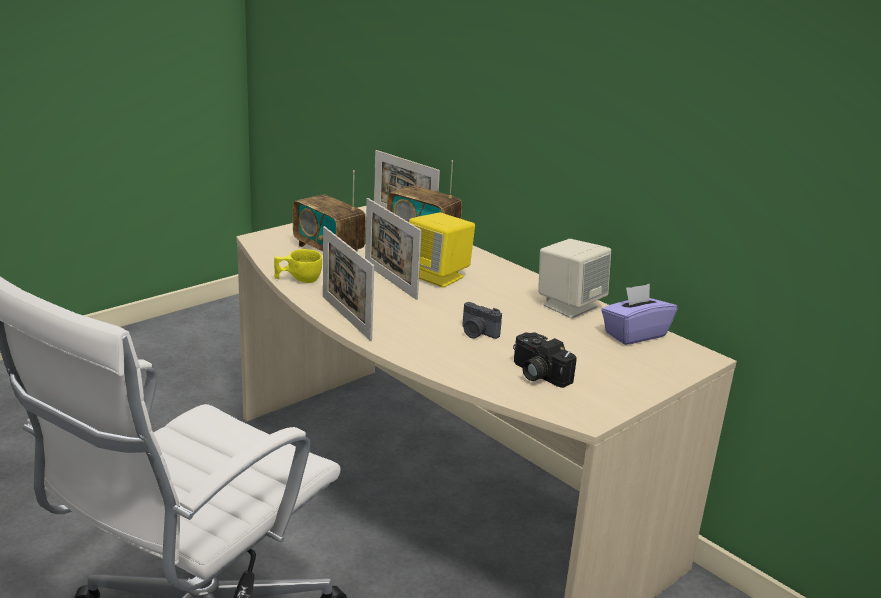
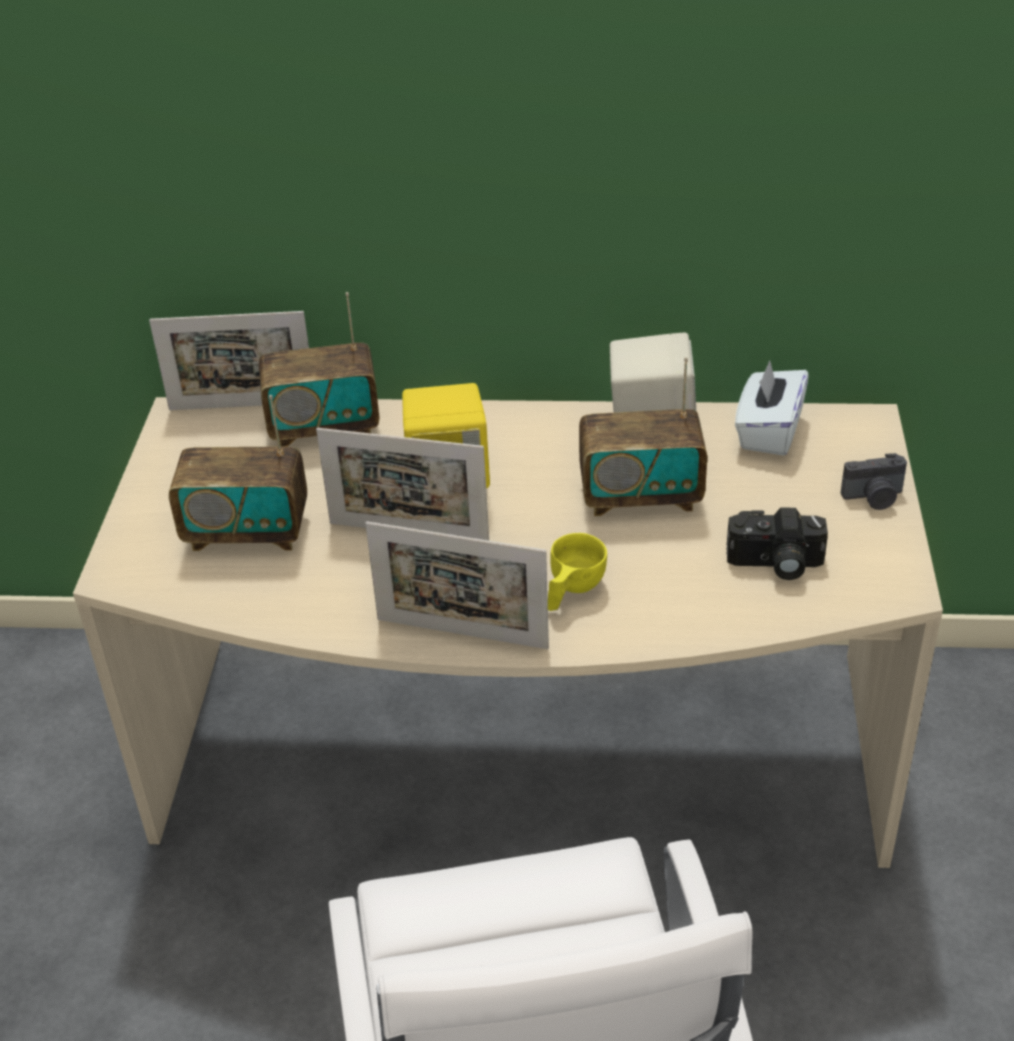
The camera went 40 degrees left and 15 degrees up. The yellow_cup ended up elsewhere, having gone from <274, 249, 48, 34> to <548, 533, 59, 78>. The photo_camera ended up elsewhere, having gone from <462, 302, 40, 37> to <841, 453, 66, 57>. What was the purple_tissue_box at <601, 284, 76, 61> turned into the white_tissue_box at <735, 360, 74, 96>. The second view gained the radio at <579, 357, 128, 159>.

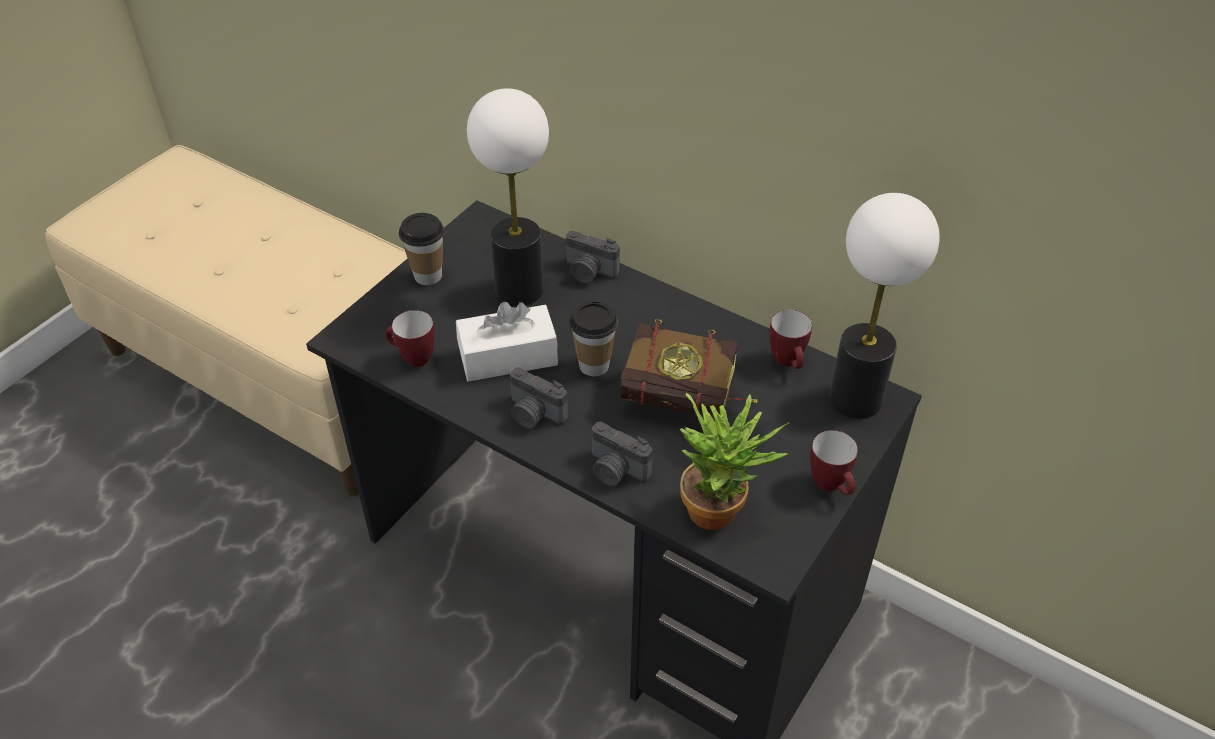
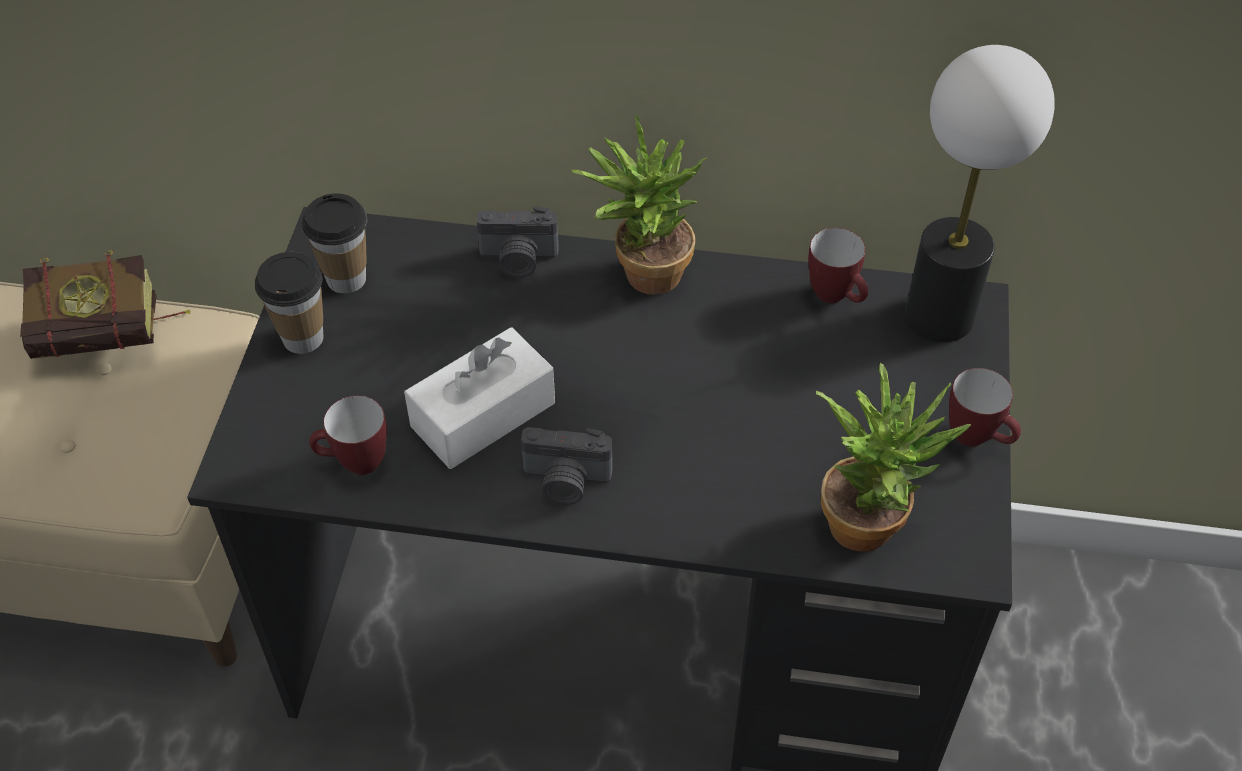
The camera went 25 degrees left and 5 degrees up. The second view lost the table_lamp at <467, 88, 82, 218>. The cup ended up elsewhere, having gone from <569, 301, 49, 76> to <302, 193, 65, 101>. The second view lost the photo_camera at <592, 422, 60, 65>. The book ended up elsewhere, having gone from <620, 319, 138, 98> to <20, 250, 171, 109>. The second view gained the potted_plant at <571, 114, 136, 181>.

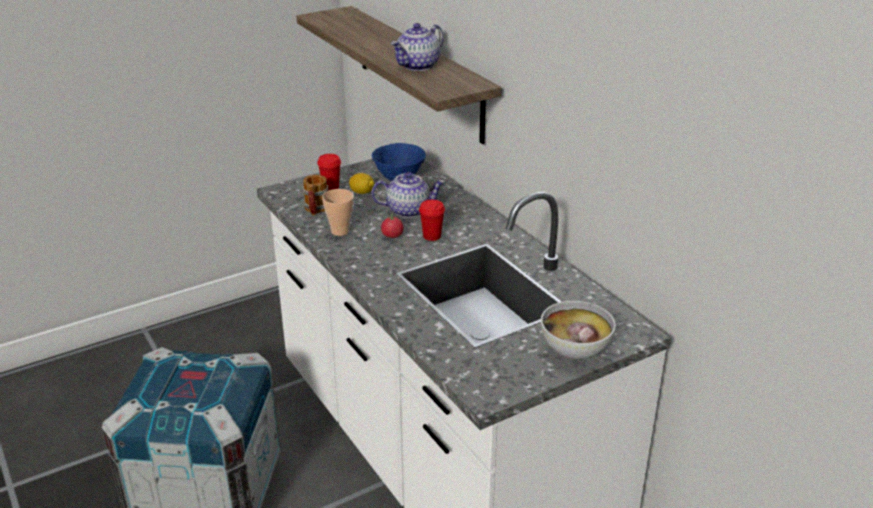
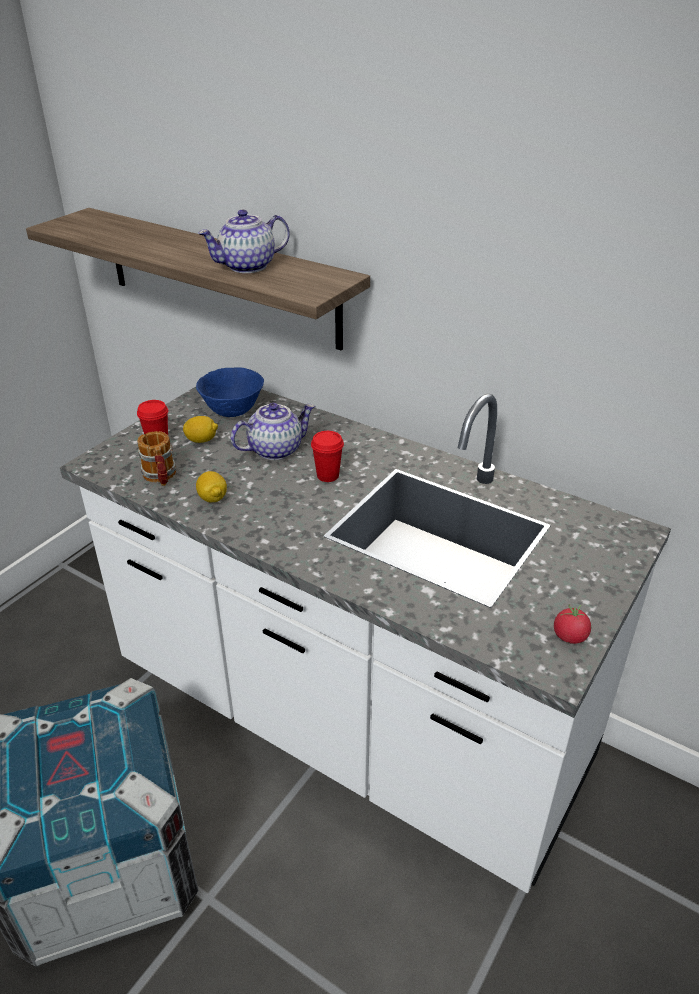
The camera went 25 degrees left and 5 degrees up. Where the cup stood at <322, 189, 32, 47>, the lemon came to stand at <196, 471, 31, 31>. The tomato ended up elsewhere, having gone from <381, 213, 23, 25> to <554, 604, 37, 40>. The teapot at <391, 23, 52, 48> ended up facing another way, 45 degrees clockwise from before. The second view lost the bowl at <541, 301, 75, 58>.

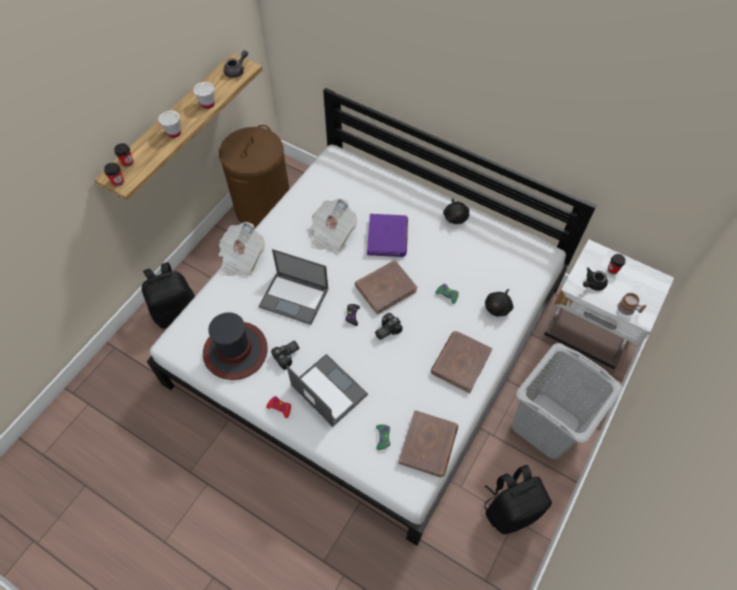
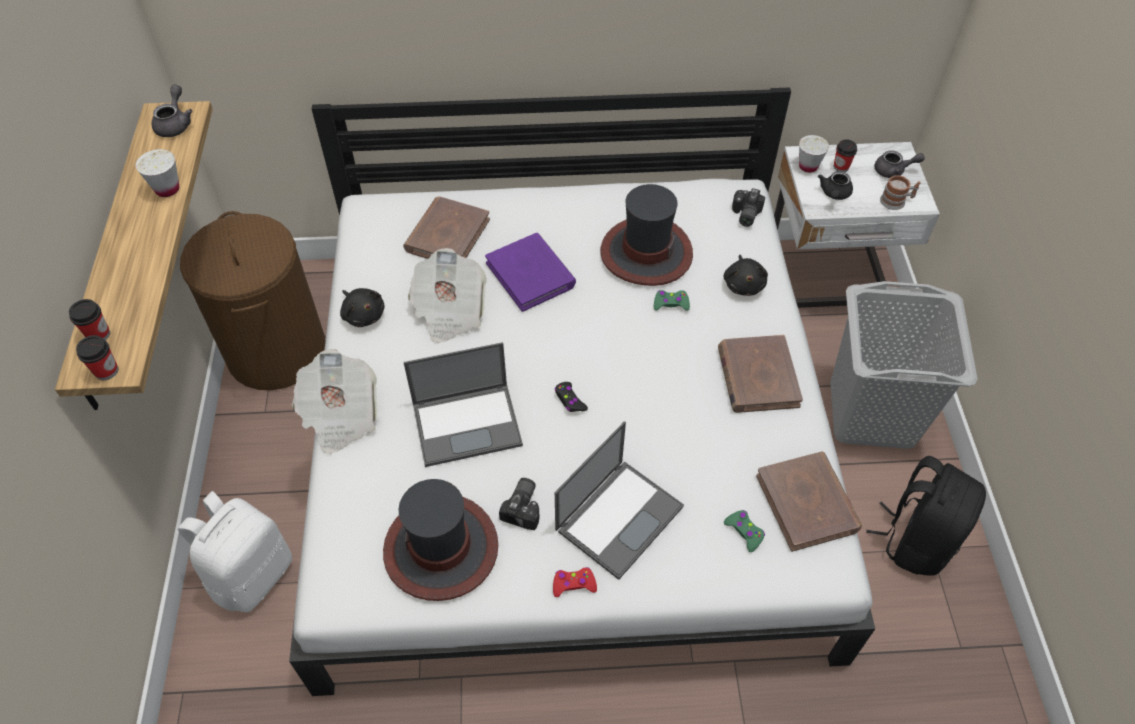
The camera went 35 degrees left and 5 degrees down. What was the black_backpack at <142, 262, 53, 67> turned into the white_backpack at <178, 491, 114, 121>. The white_cup ended up elsewhere, having gone from <158, 110, 23, 28> to <799, 135, 30, 38>. The laptop at <287, 354, 81, 73> ended up facing another way, 120 degrees clockwise from before. The brown_book ended up elsewhere, having gone from <355, 261, 62, 53> to <403, 196, 87, 63>. The photo_camera ended up elsewhere, having gone from <375, 313, 28, 27> to <732, 188, 33, 39>. The black_plush_toy ended up elsewhere, having gone from <443, 199, 26, 25> to <340, 288, 45, 39>. The second view gained the hat at <600, 184, 93, 102>. The second view gained the grey_teapot at <875, 150, 50, 28>.

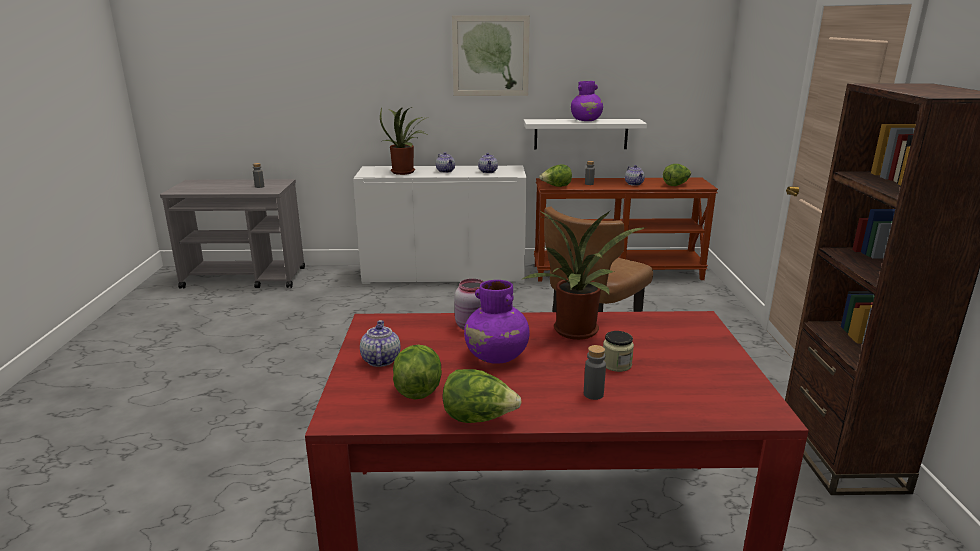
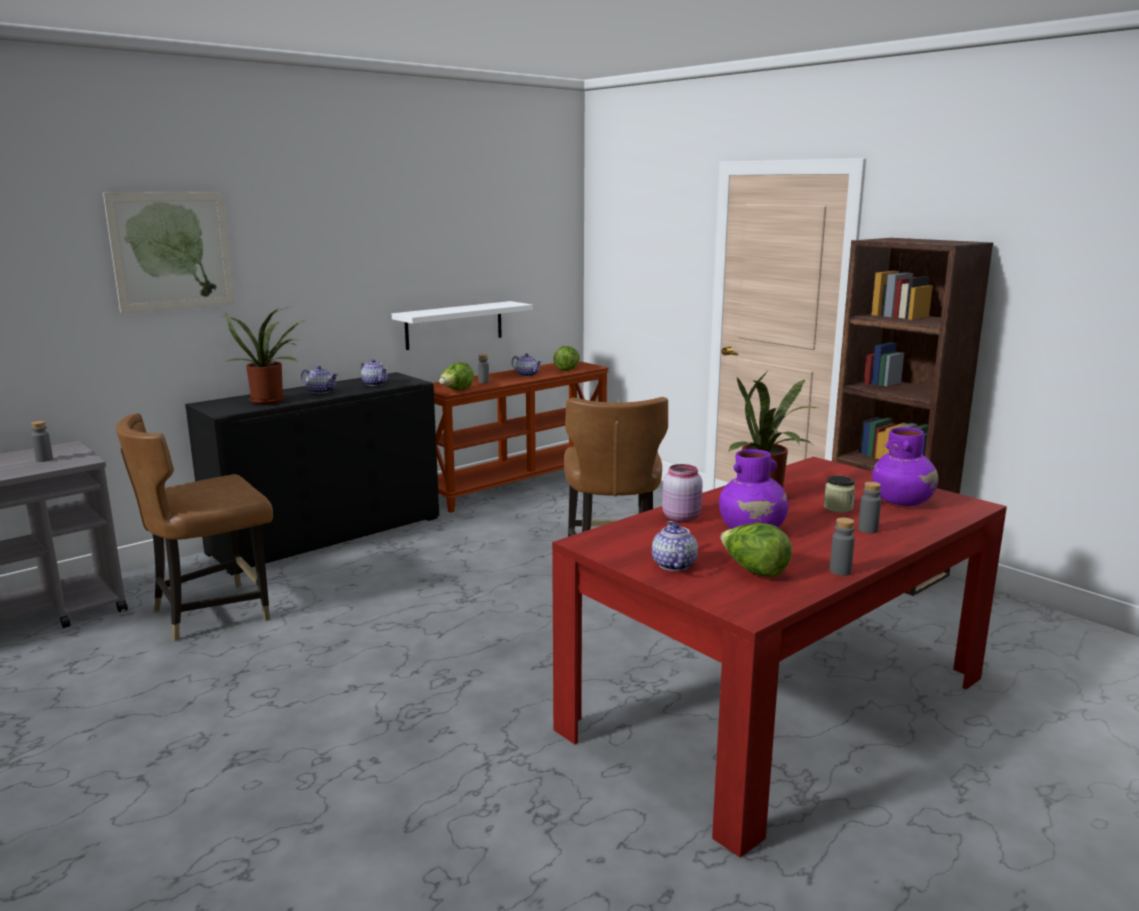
The camera went 40 degrees left and 5 degrees down. What was the white_cabinet at <353, 166, 174, 118> turned into the black_cabinet at <185, 372, 254, 204>. The teapot at <360, 320, 41, 47> ended up facing another way, 45 degrees clockwise from before. Where the lettuce stood at <443, 369, 79, 54>, the grey_bottle came to stand at <830, 517, 25, 59>. The picture ended up elsewhere, having gone from <452, 15, 78, 81> to <103, 192, 132, 121>. The purple_vase ended up elsewhere, having gone from <571, 81, 32, 40> to <872, 427, 66, 79>. The second view gained the brown_chair at <116, 413, 157, 228>.

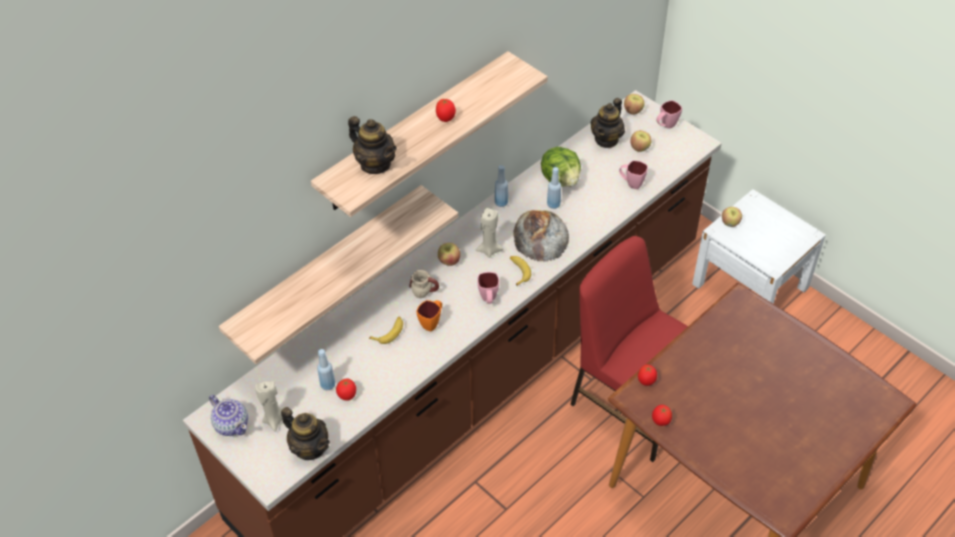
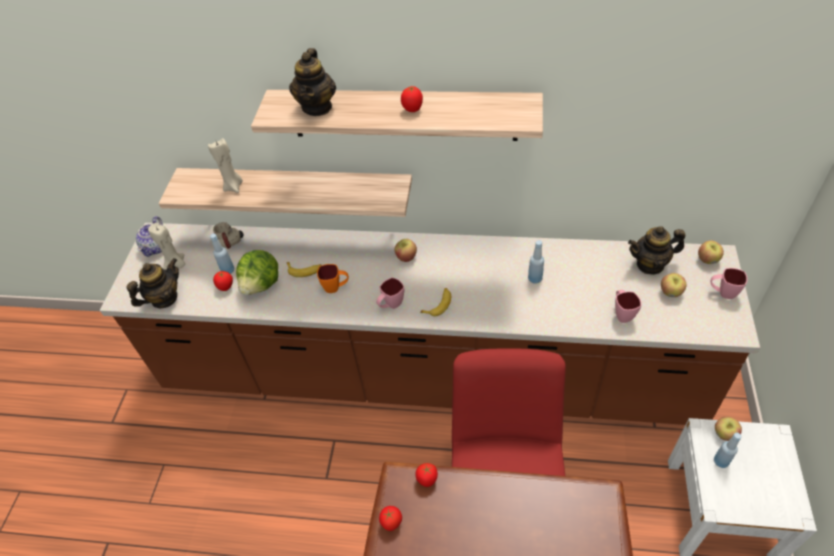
The camera went 55 degrees right and 0 degrees up. The teapot at <281, 407, 49, 53> ended up facing another way, 135 degrees counterclockwise from before. The mug ended up elsewhere, having gone from <409, 270, 30, 28> to <213, 222, 31, 27>. The beige_candle ended up elsewhere, having gone from <476, 208, 28, 50> to <208, 138, 35, 55>. The blue_bottle ended up elsewhere, having gone from <495, 165, 13, 42> to <714, 433, 27, 35>. The second view lost the bread at <513, 210, 56, 52>. The lettuce ended up elsewhere, having gone from <541, 147, 40, 40> to <236, 250, 42, 45>.

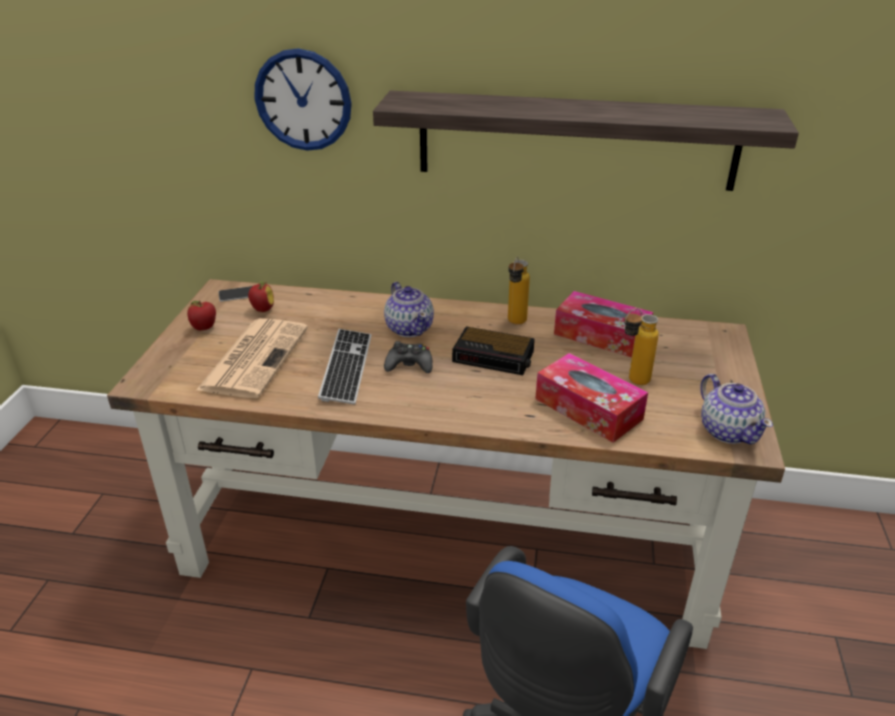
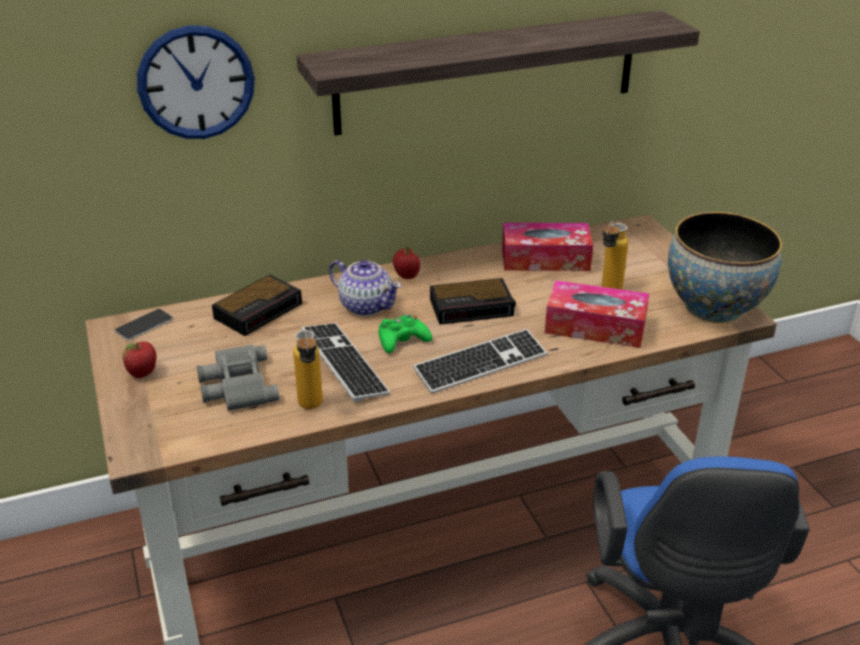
The camera went 30 degrees left and 0 degrees up. Where the newspaper stood at <196, 318, 112, 80>, the grey_binoculars came to stand at <196, 344, 83, 67>. The apple ended up elsewhere, having gone from <248, 281, 26, 31> to <393, 246, 27, 33>. What was the black_game_controller at <384, 341, 49, 32> turned into the green_game_controller at <378, 315, 54, 38>. The bottle ended up elsewhere, having gone from <508, 257, 22, 67> to <293, 330, 30, 79>. Where the teapot stood at <700, 374, 73, 70>, the bowl came to stand at <668, 212, 114, 111>. The second view gained the alarm_clock at <212, 274, 90, 62>. The second view gained the keyboard at <413, 329, 134, 64>.

